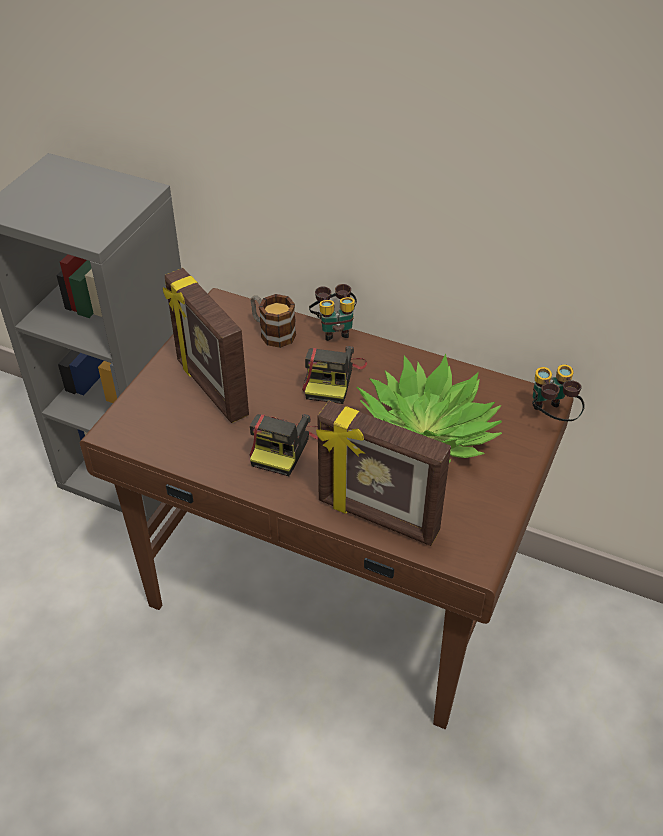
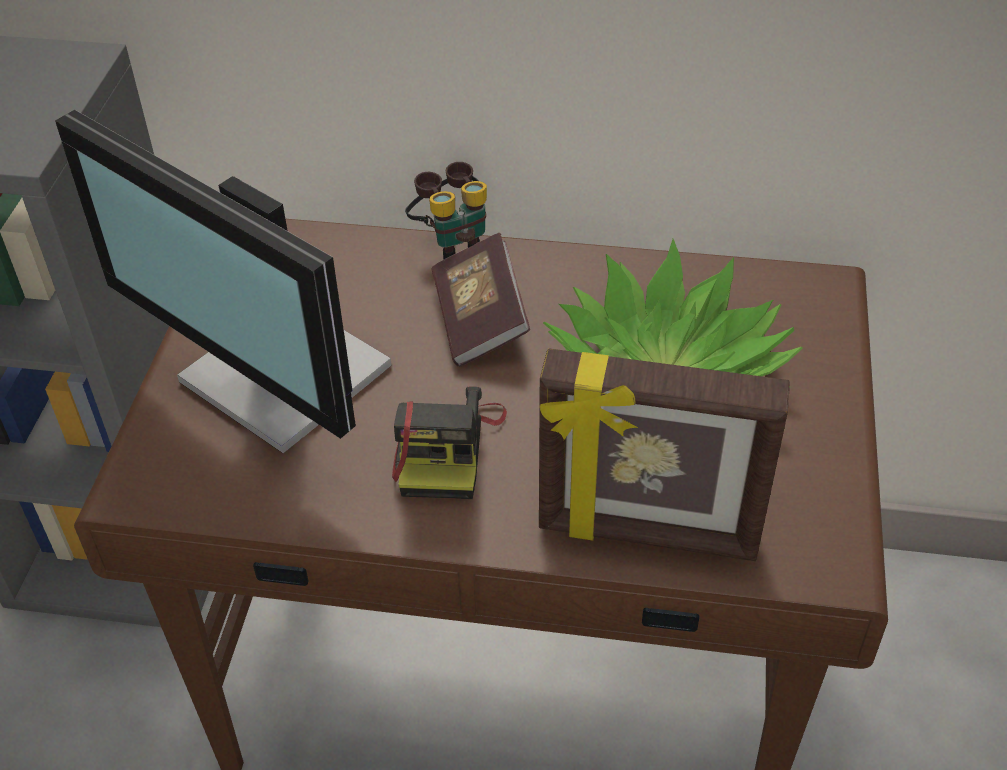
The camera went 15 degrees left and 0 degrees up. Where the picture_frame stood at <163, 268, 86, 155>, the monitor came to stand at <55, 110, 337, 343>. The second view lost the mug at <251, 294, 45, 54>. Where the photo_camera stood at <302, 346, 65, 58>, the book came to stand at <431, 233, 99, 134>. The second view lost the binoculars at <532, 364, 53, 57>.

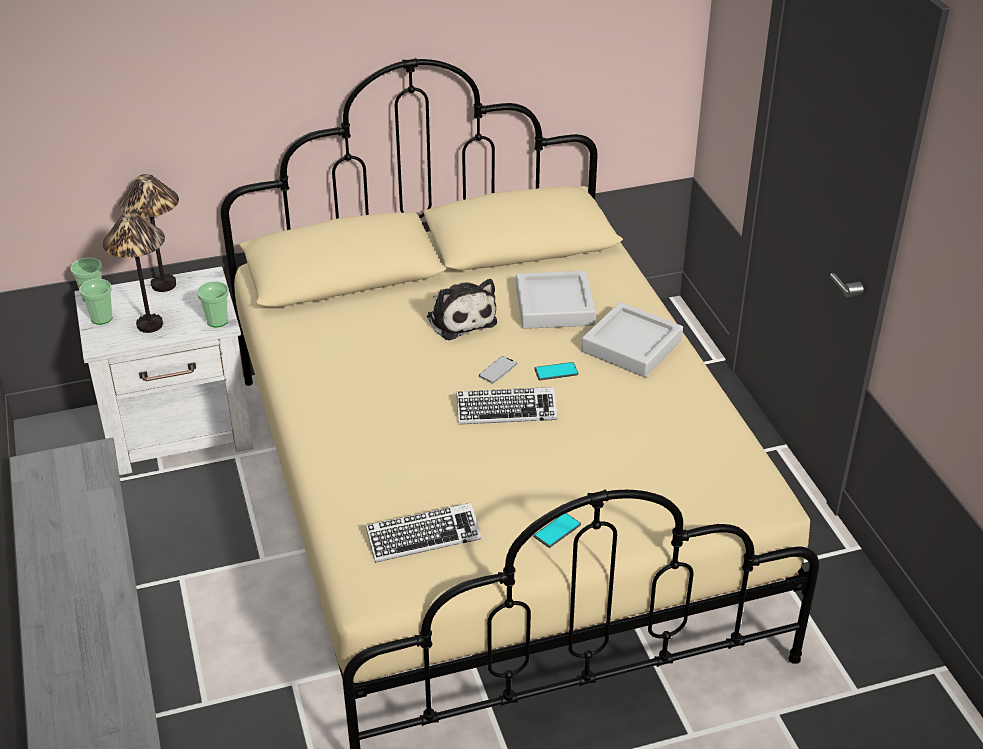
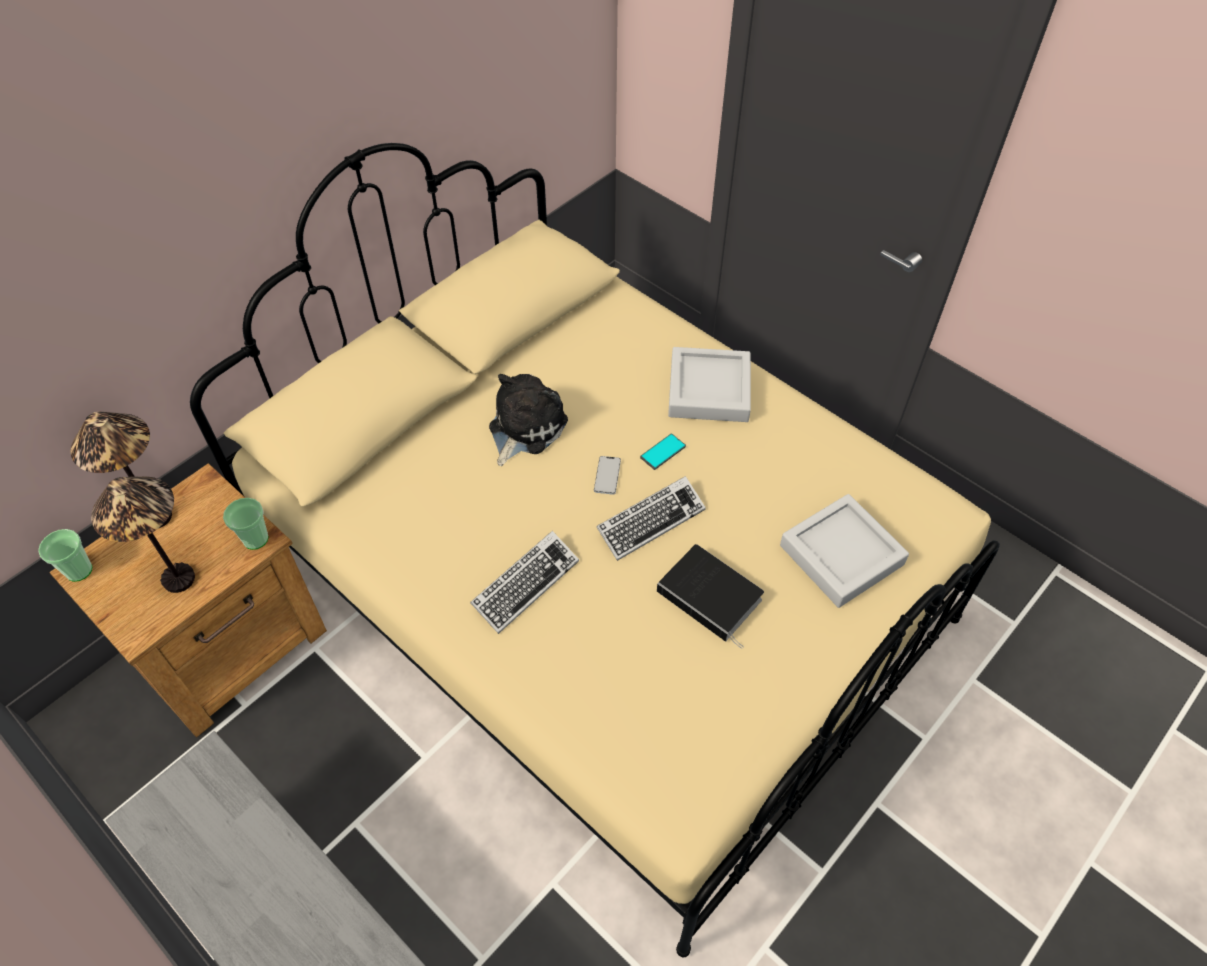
The camera went 30 degrees left and 15 degrees up. What was the white_nightstand at <74, 267, 180, 208> turned into the brown_nightstand at <50, 464, 277, 274>. The second view lost the cup at <79, 279, 34, 46>. The keyboard ended up elsewhere, having gone from <366, 503, 115, 60> to <470, 531, 109, 103>. The plush_toy at <427, 279, 70, 62> ended up facing another way, 90 degrees counterclockwise from before. The grey_tray ended up elsewhere, having gone from <516, 271, 79, 58> to <780, 494, 129, 114>. The second view lost the phone at <534, 513, 47, 35>. The second view gained the book at <657, 544, 107, 105>.

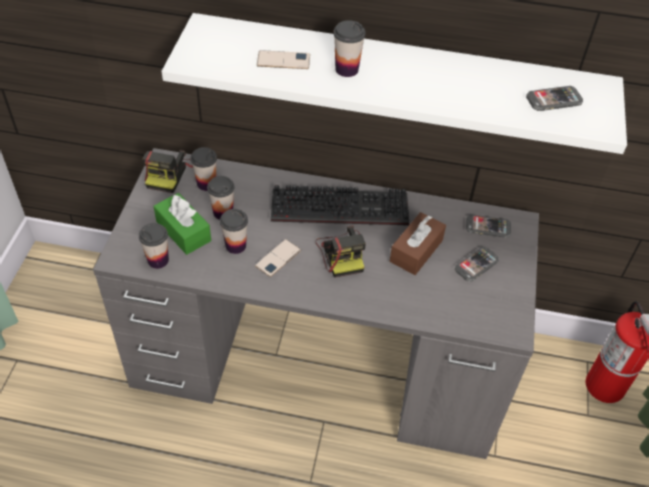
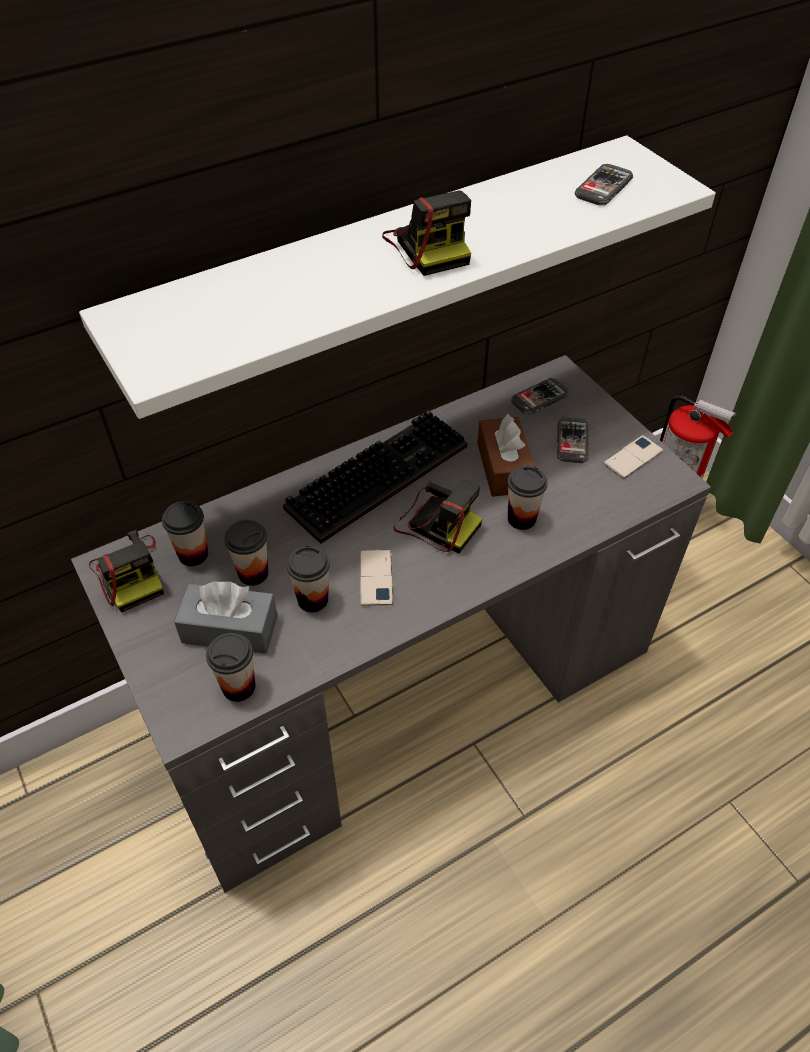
The camera went 40 degrees left and 0 degrees up. What was the green_tissue_box at <153, 193, 58, 62> turned into the grey_tissue_box at <174, 581, 104, 73>. The phone ended up elsewhere, having gone from <257, 50, 53, 19> to <603, 435, 61, 44>. The cup ended up elsewhere, having gone from <333, 20, 33, 57> to <507, 466, 41, 64>. The second view gained the photo_camera at <382, 190, 89, 86>.

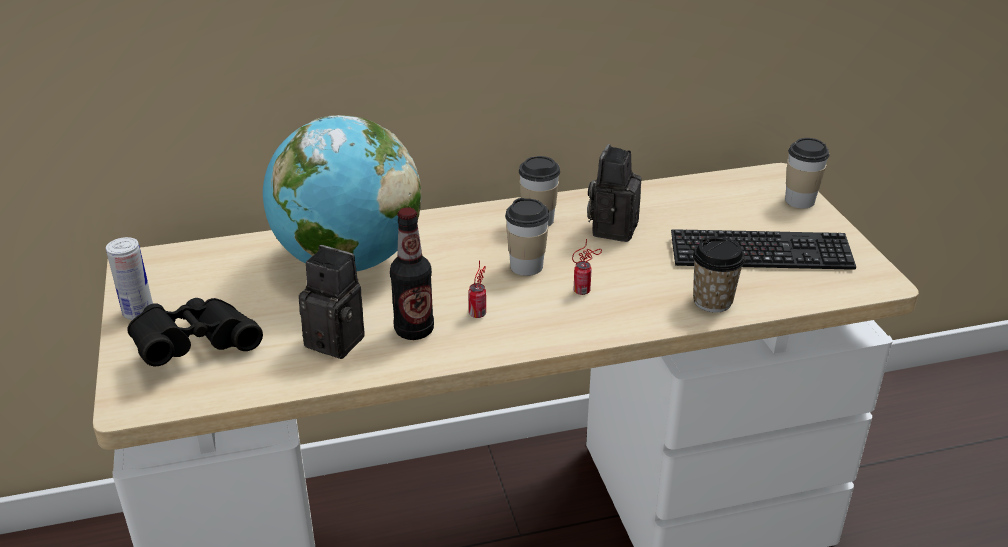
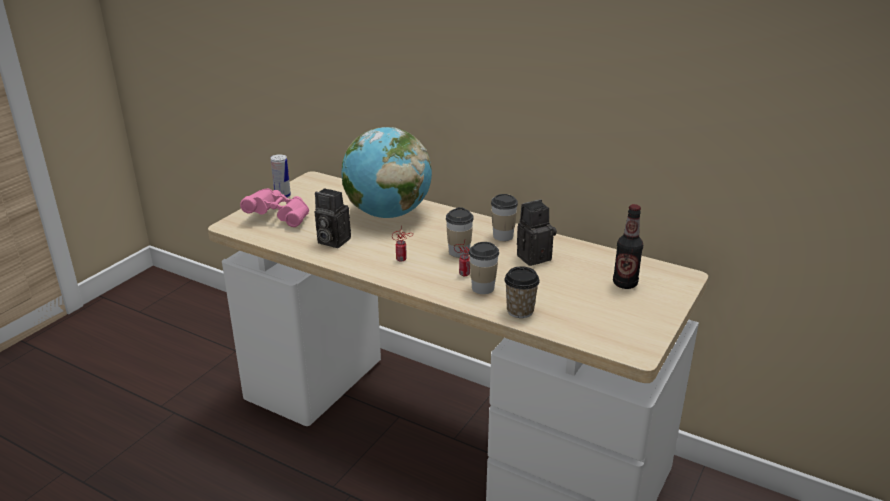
The camera went 45 degrees right and 5 degrees down. What was the black_binoculars at <127, 298, 136, 68> turned into the pink_binoculars at <240, 188, 69, 39>. The photo_camera at <298, 245, 67, 114> ended up facing another way, 135 degrees clockwise from before. The bottle ended up elsewhere, having gone from <390, 207, 44, 133> to <613, 204, 30, 85>. The second view lost the keyboard at <671, 229, 185, 41>. The cup ended up elsewhere, having gone from <785, 138, 44, 70> to <469, 242, 30, 52>.

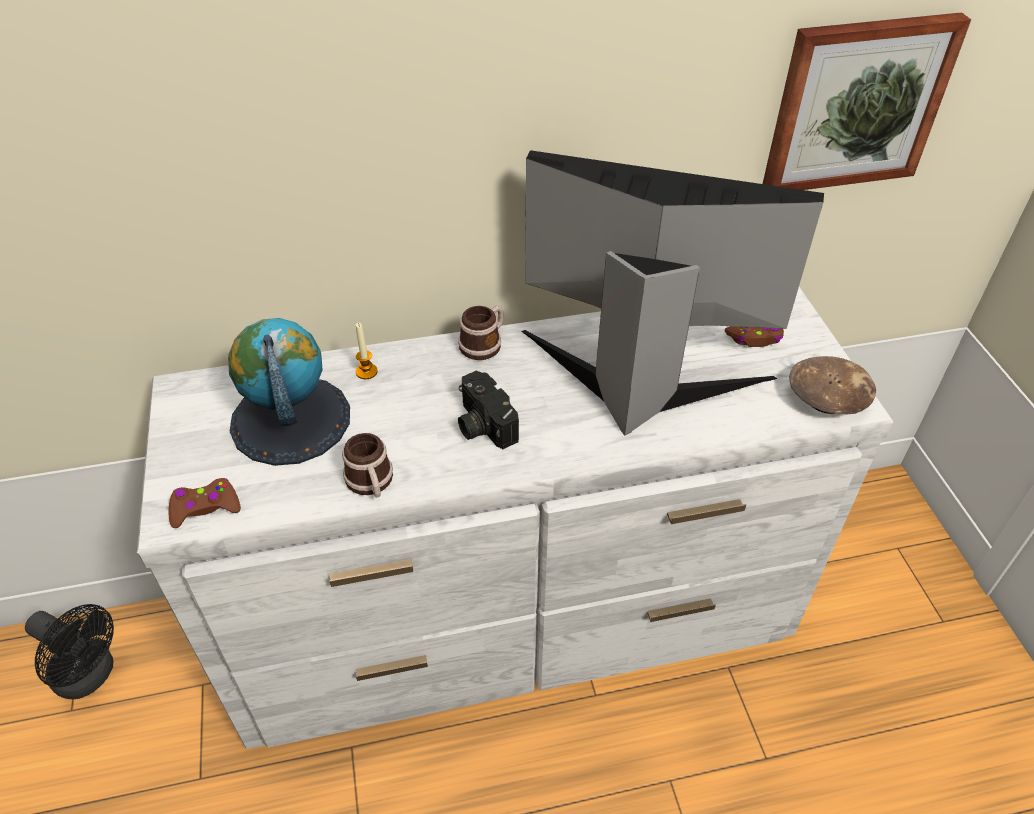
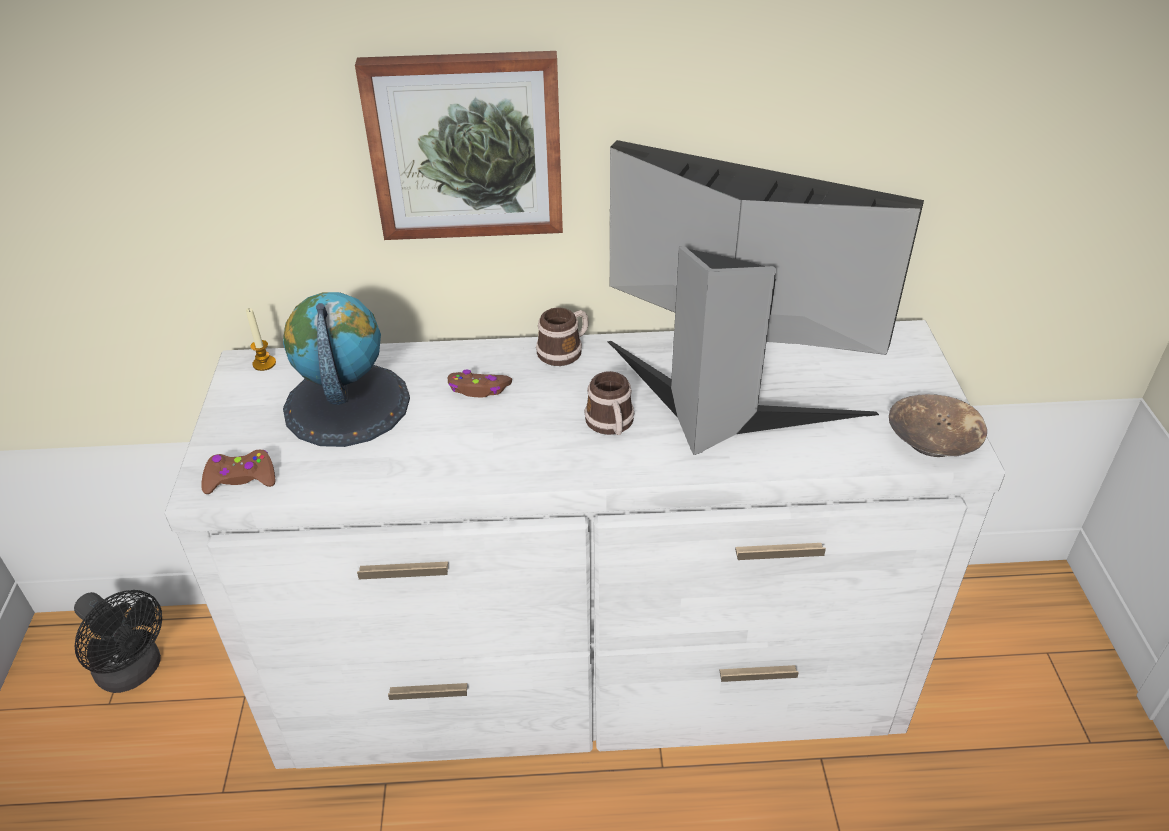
The camera went 10 degrees right and 5 degrees down. The mug ended up elsewhere, having gone from <342, 433, 51, 65> to <584, 371, 51, 64>. The candle ended up elsewhere, having gone from <356, 323, 22, 56> to <246, 308, 30, 63>. The second view lost the photo_camera at <458, 370, 61, 79>. The brown_game_controller ended up elsewhere, having gone from <725, 326, 59, 21> to <448, 369, 64, 28>. The picture ended up elsewhere, having gone from <763, 12, 208, 178> to <355, 51, 208, 189>.

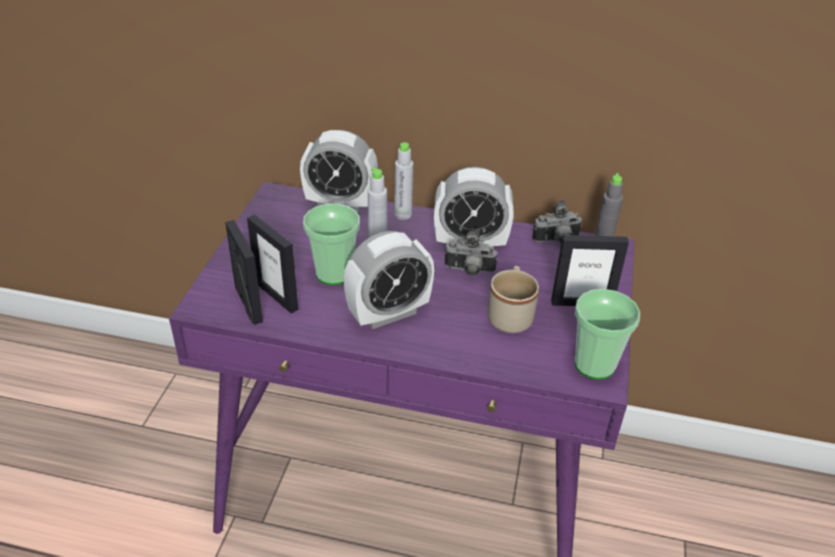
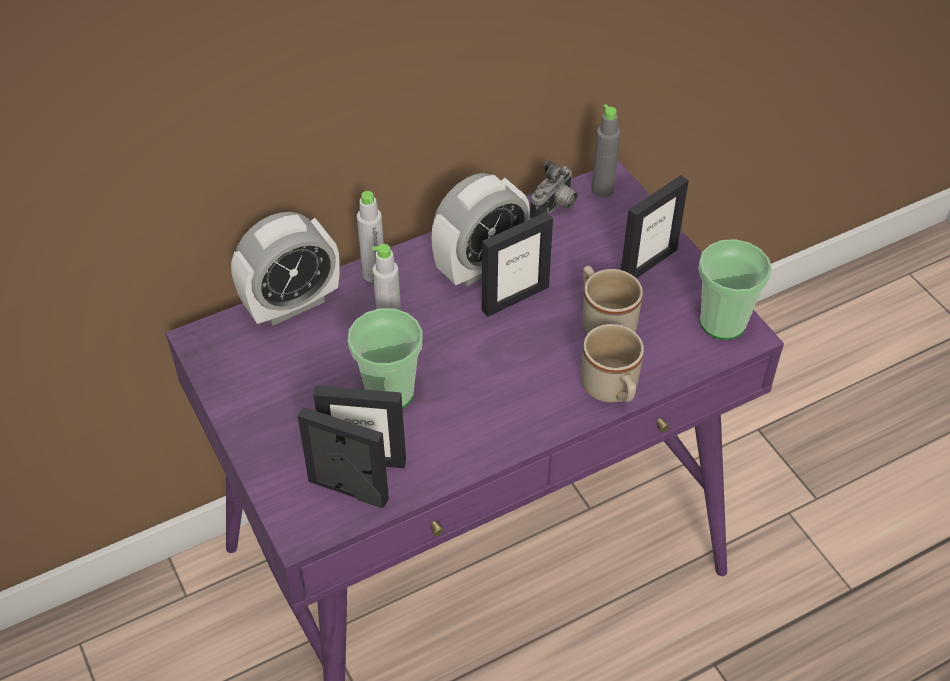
The camera went 40 degrees left and 10 degrees up. The second view lost the alarm_clock at <344, 231, 90, 98>. Where the photo_camera stood at <444, 229, 53, 47>, the picture_frame came to stand at <482, 212, 71, 105>. The second view gained the beige_mug at <581, 324, 63, 78>.

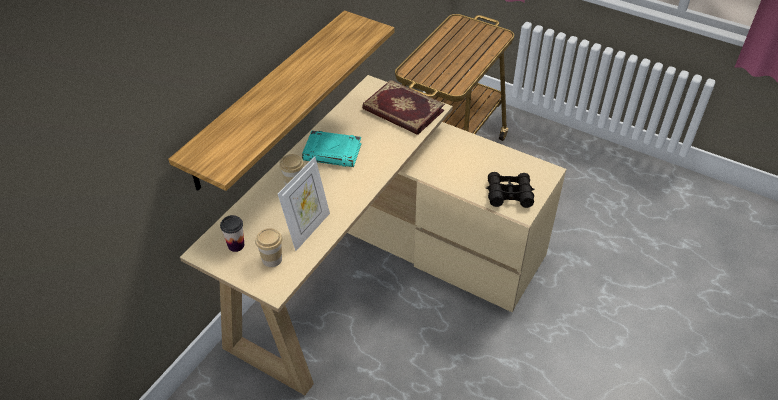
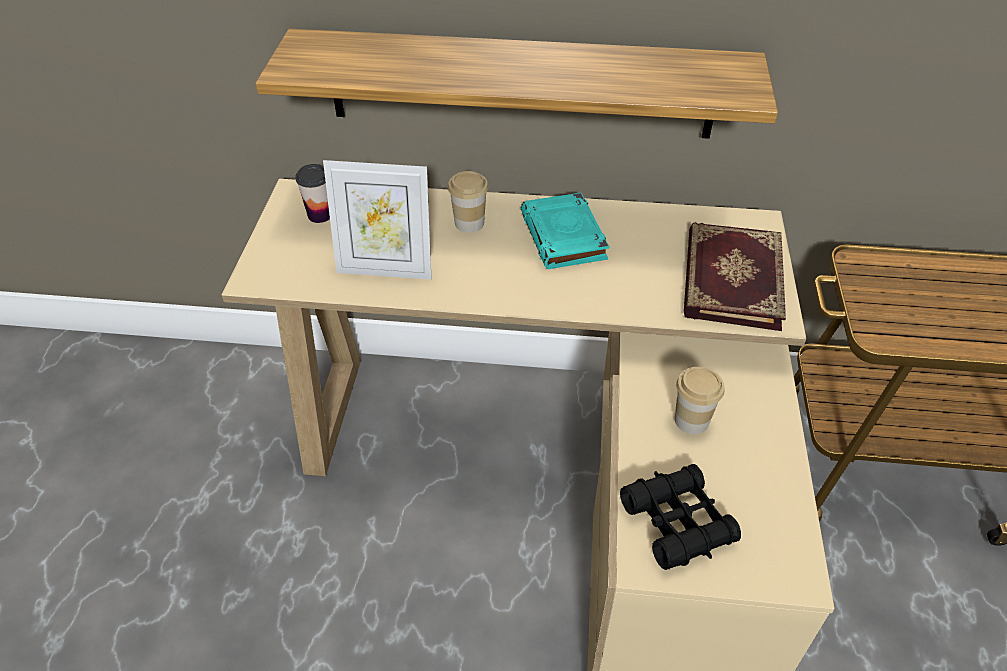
The camera went 65 degrees right and 0 degrees up. The cup ended up elsewhere, having gone from <255, 228, 27, 39> to <675, 367, 49, 67>.

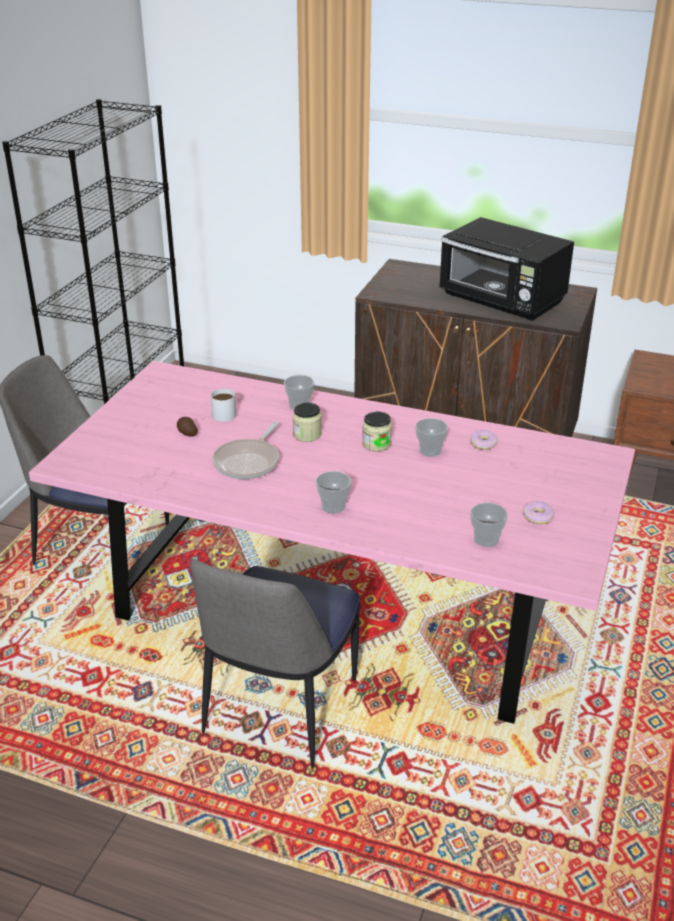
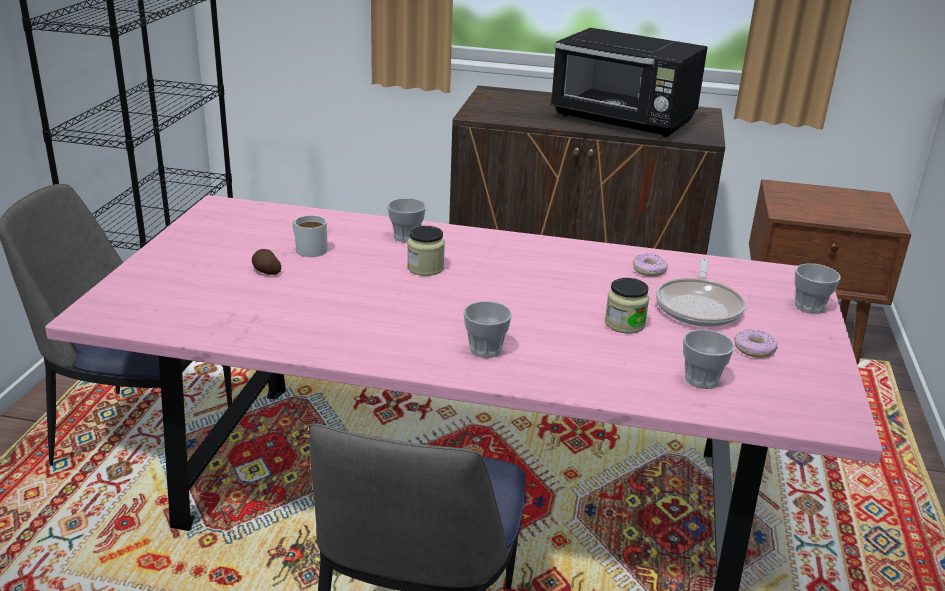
The camera went 10 degrees left and 5 degrees down. The frying_pan ended up elsewhere, having gone from <212, 422, 67, 58> to <656, 258, 90, 69>. The jar ended up elsewhere, having gone from <362, 412, 30, 40> to <605, 278, 45, 55>. The cup ended up elsewhere, having gone from <415, 418, 33, 39> to <794, 264, 47, 50>.

